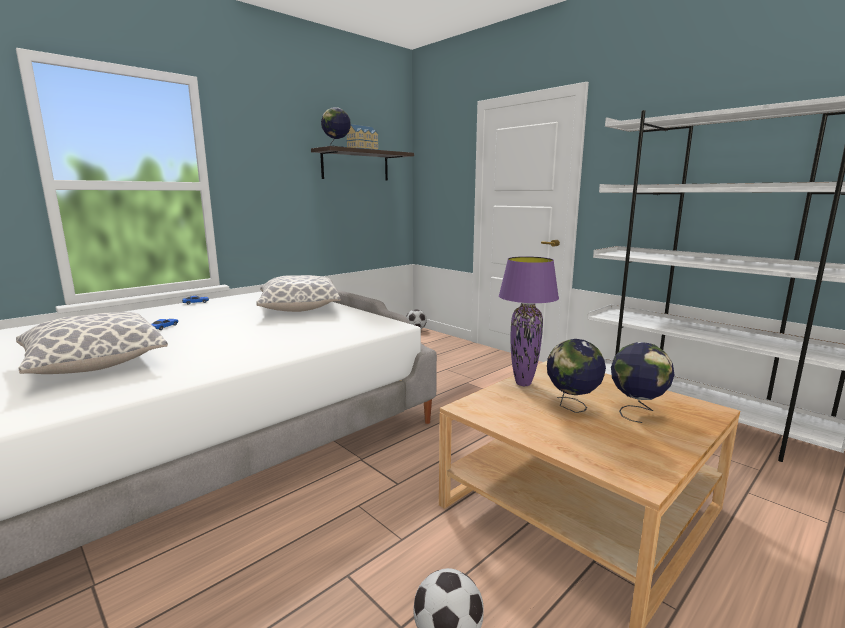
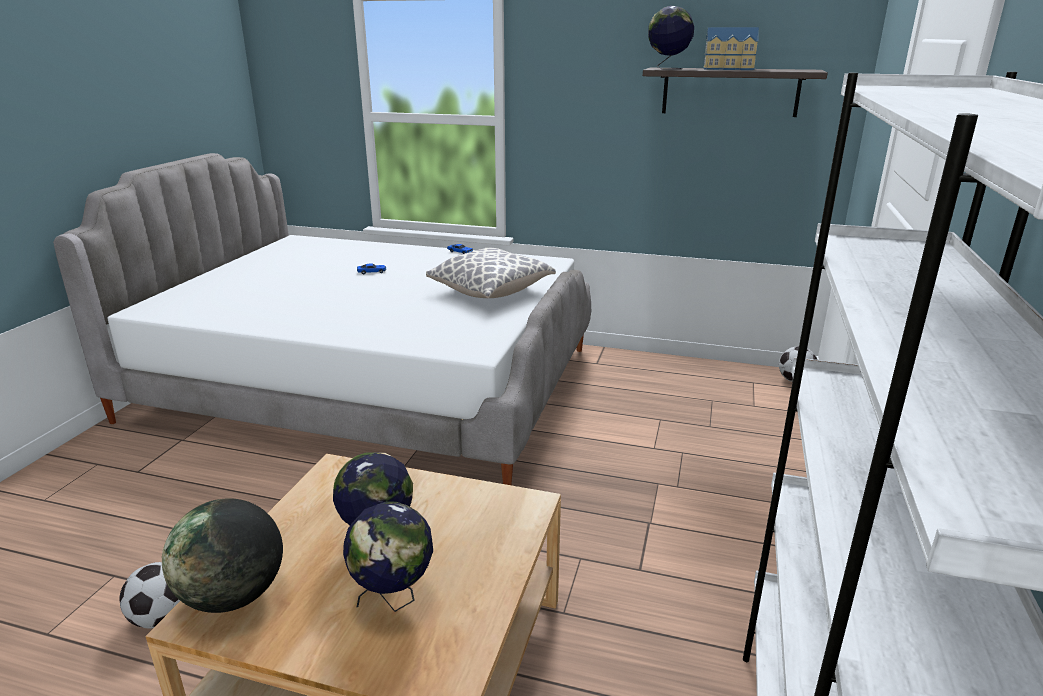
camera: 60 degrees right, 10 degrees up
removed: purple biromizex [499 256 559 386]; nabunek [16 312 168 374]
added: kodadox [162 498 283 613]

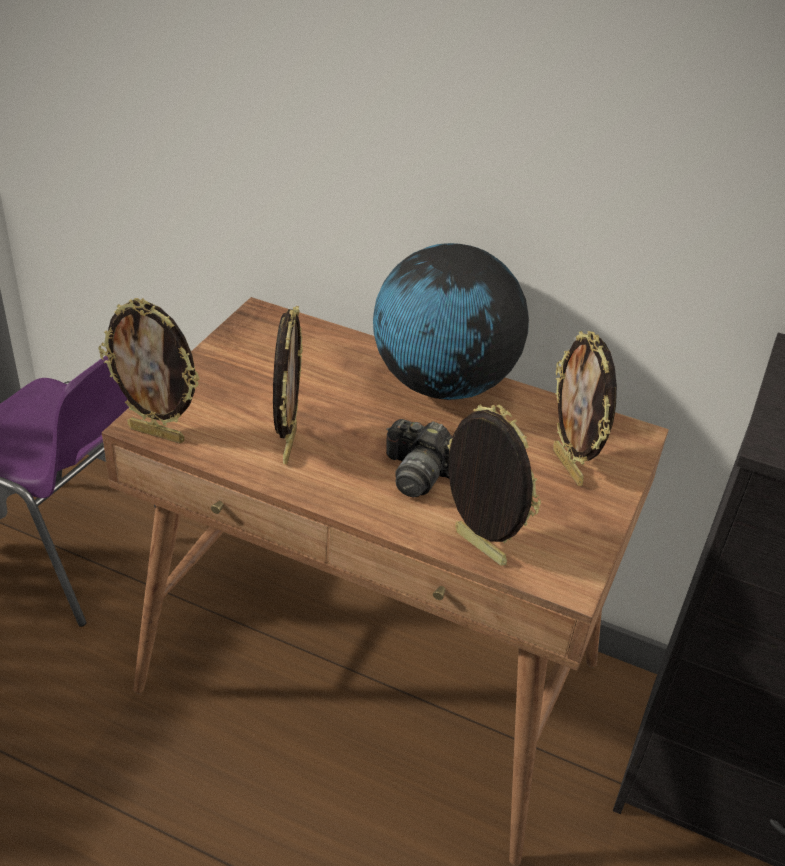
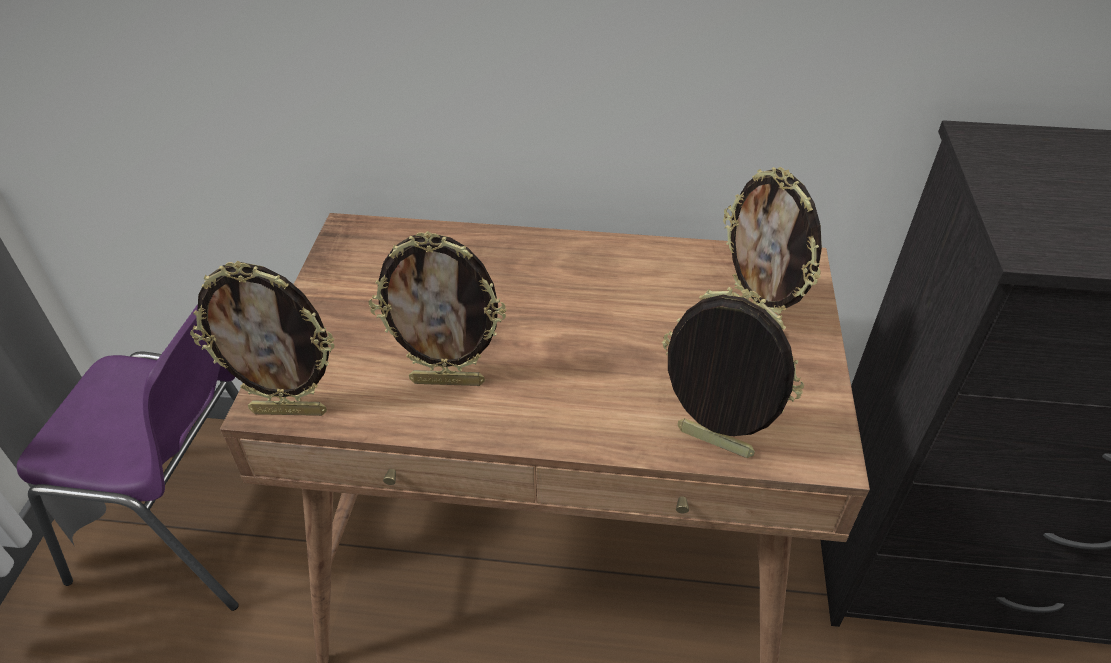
camera: 15 degrees left, 5 degrees up
removed: kodadox [373 243 529 400]; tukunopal [386 419 453 498]
turned: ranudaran [273 306 303 464] = [369 231 506 386] 105 degrees clockwise

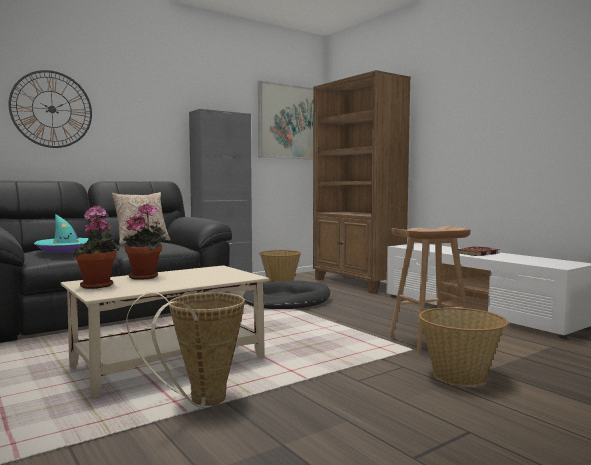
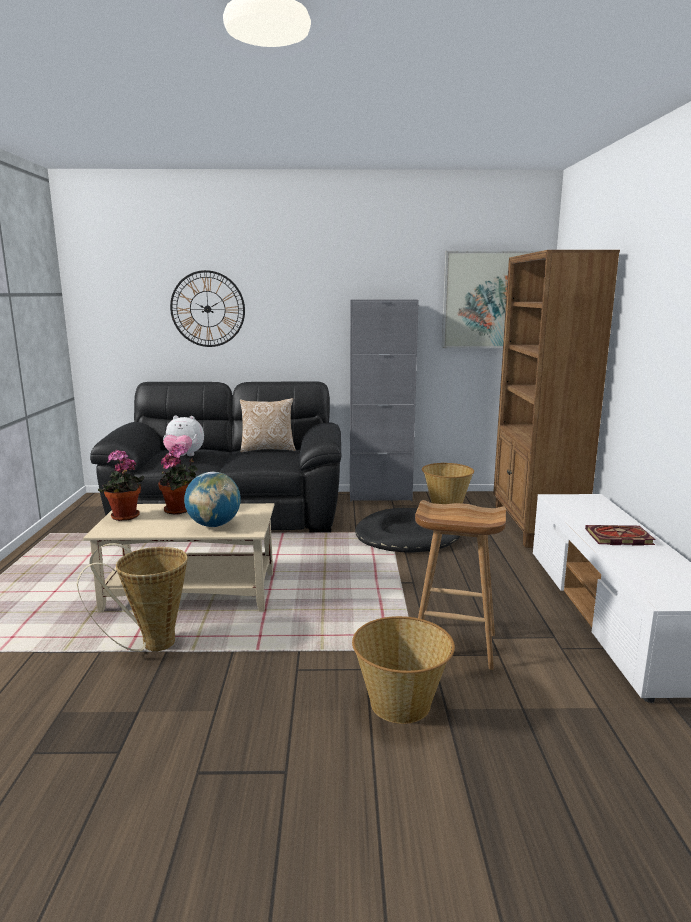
camera: 35 degrees right, 10 degrees up
added: kodadox [184 472 241 527]
replaced: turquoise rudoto [34 214 88 253] to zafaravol [163 415 204 456]

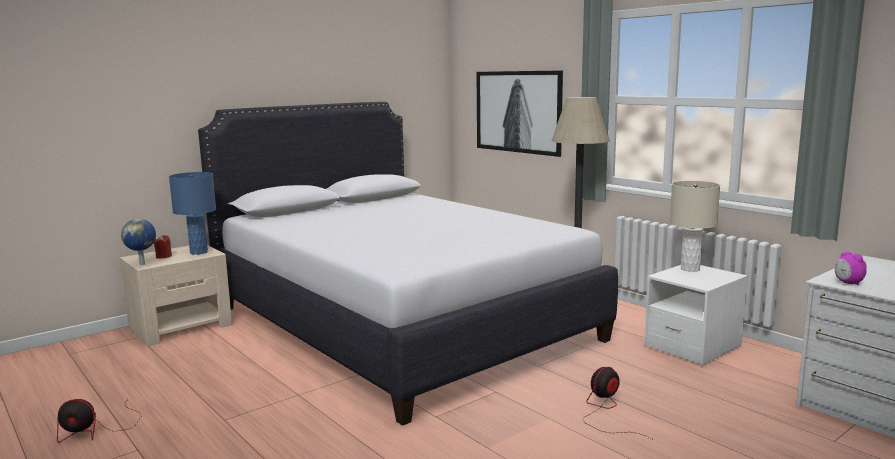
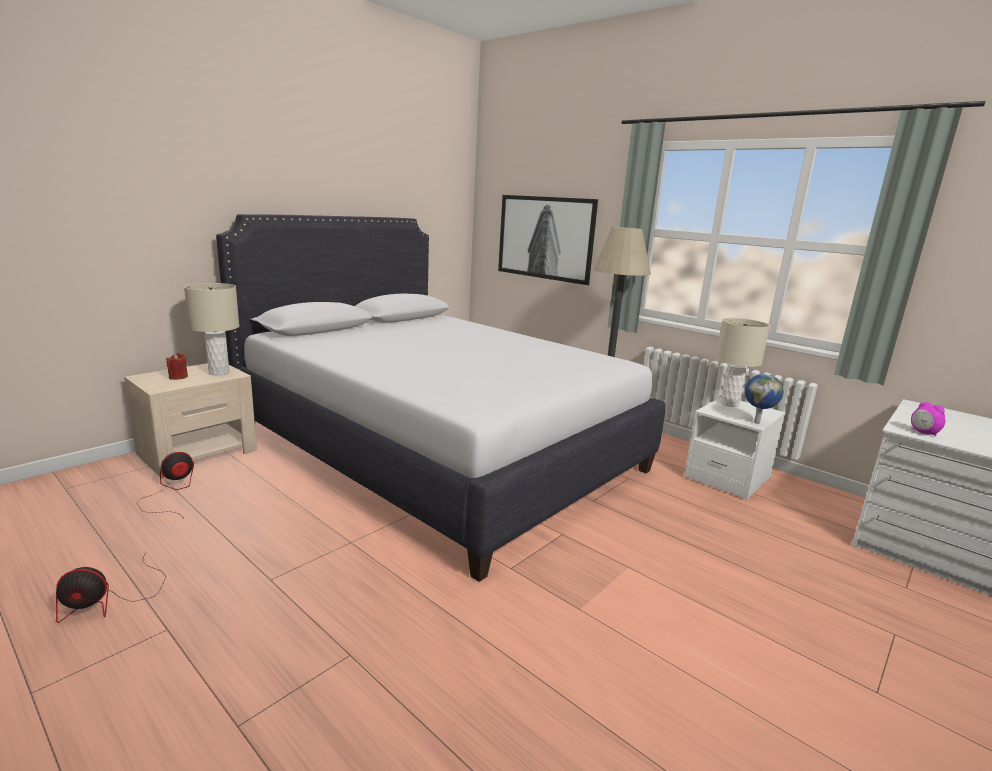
camera: 10 degrees left, 5 degrees up
moved: kodadox [121 219 156 265] to [745 374 783 424]; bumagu [583 367 654 440] to [137 452 194 516]
recoloured: blue biromizex [169 172 216 255] to beige biromizex [184 283 239 375]

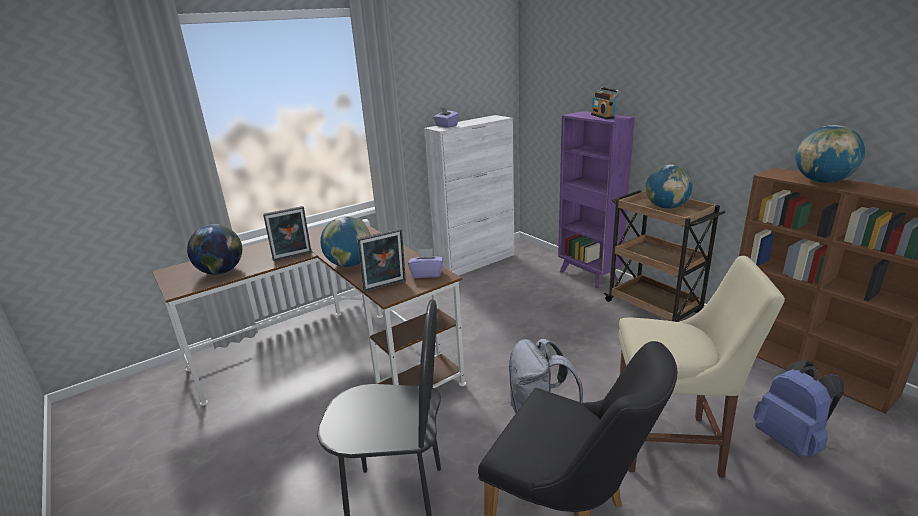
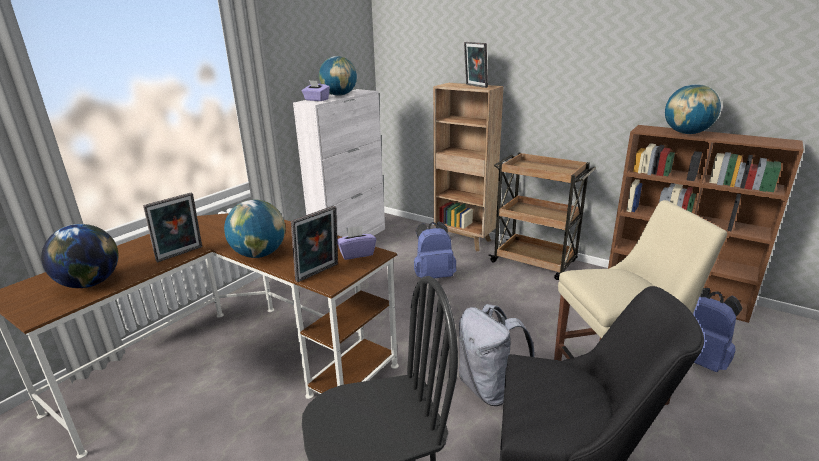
camera: 20 degrees left, 0 degrees up
added: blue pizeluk [414 221 456 278]
moved: kodadox [646 165 693 209] to [319 56 357 96]
replaced: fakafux [591 87 620 119] to ranudaran [464 42 488 88]
recoloured: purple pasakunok [558 111 635 288] to brown pasakunok [433 83 504 251]

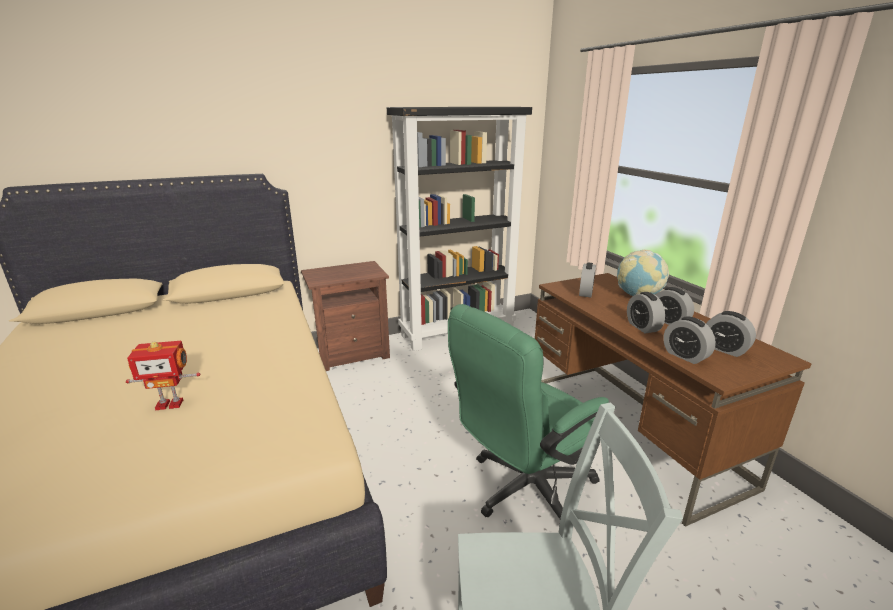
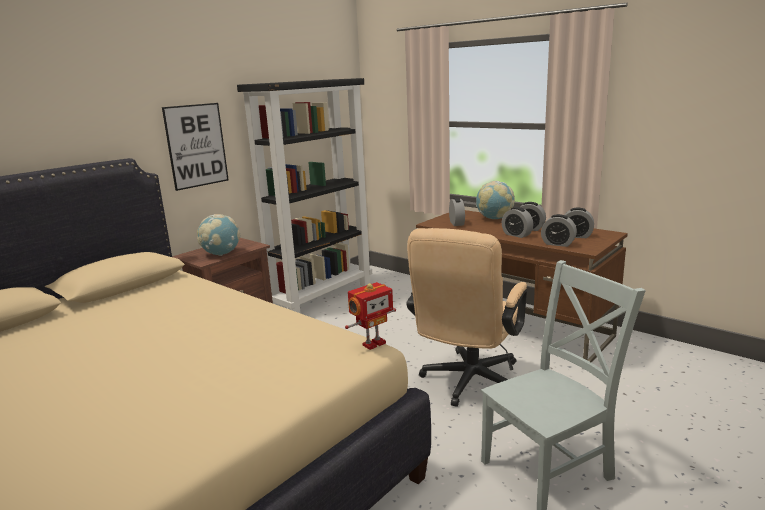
camera: 25 degrees left, 5 degrees down
added: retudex [162 103 229 191]; kodadox [197 214 240 256]
moved: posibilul [126 341 200 410] to [345 282 396 350]
recoloured: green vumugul [448 304 609 526] to beige vumugul [406 228 527 407]

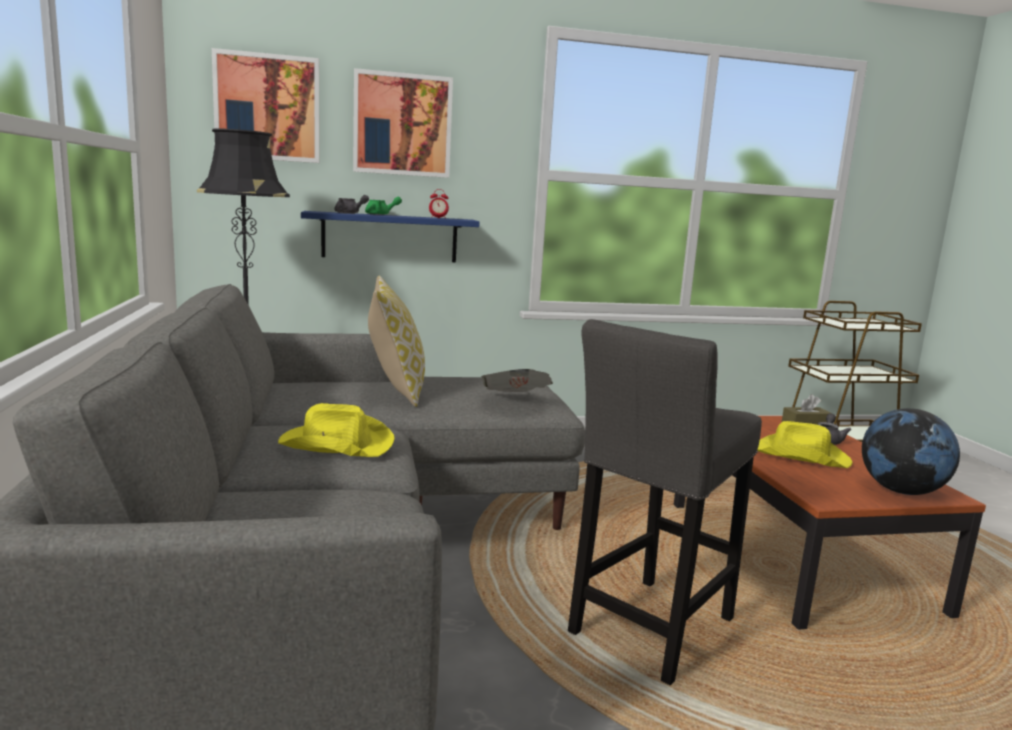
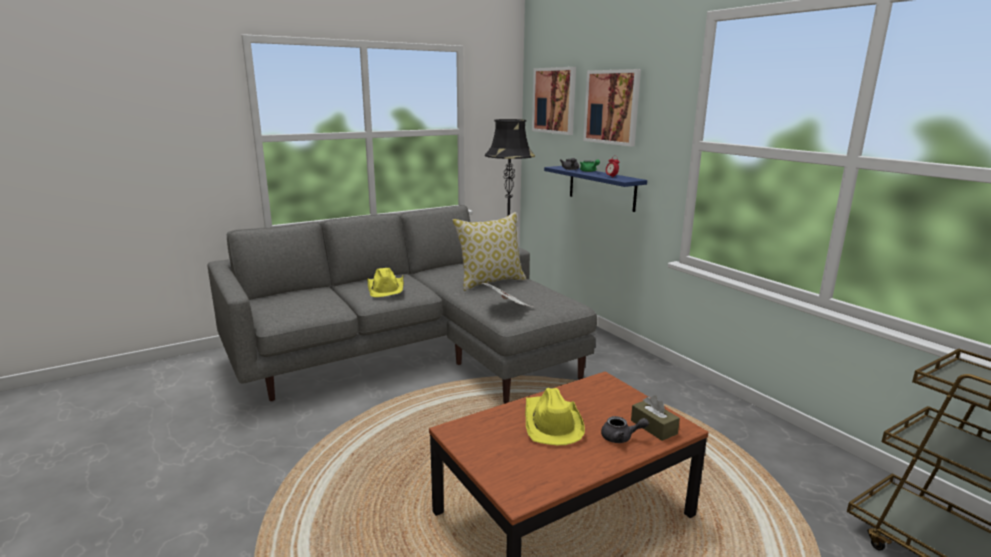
camera: 70 degrees right, 5 degrees up
removed: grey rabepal [568 319 762 685]; kodadox [862 408 960 495]

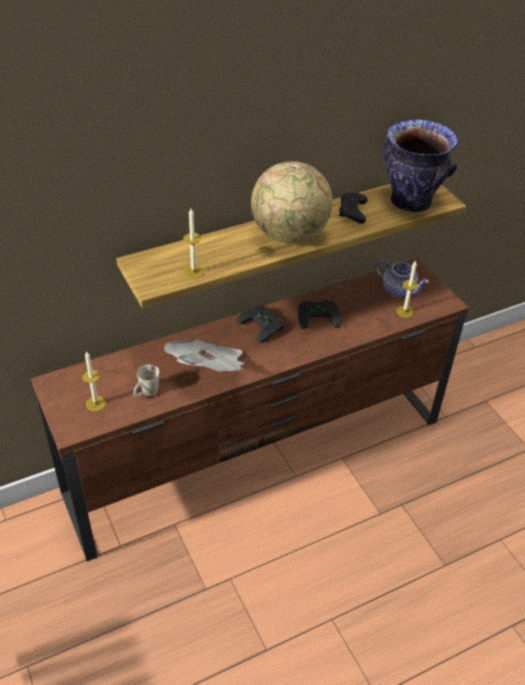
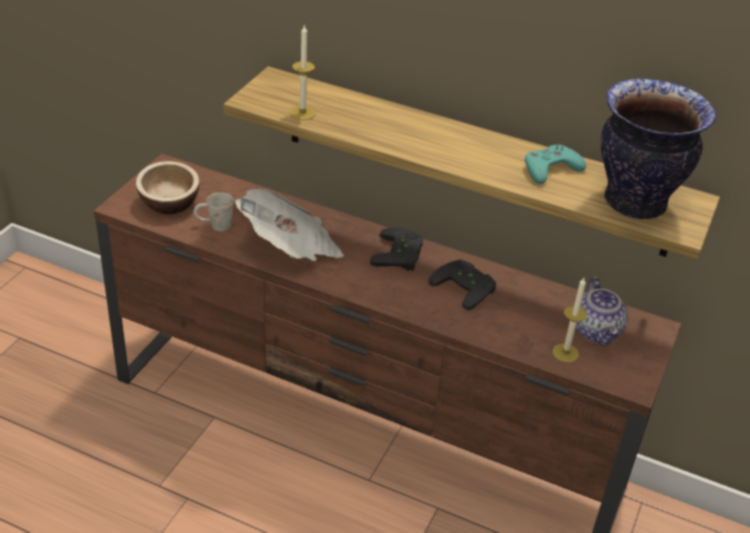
camera: 50 degrees right, 5 degrees down
removed: kodadox [251 161 333 244]
replaced: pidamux [82 351 106 411] to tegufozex [136 161 199 214]
recoloured: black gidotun [339 193 368 224] to turquoise gidotun [525 145 586 184]

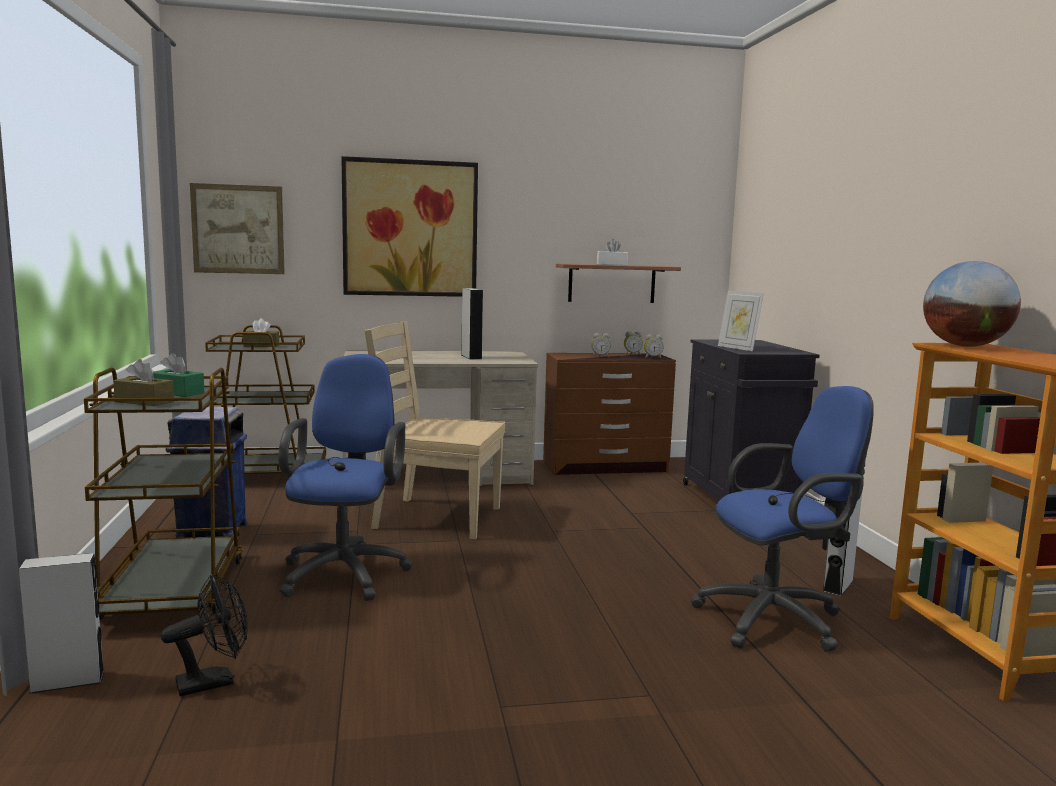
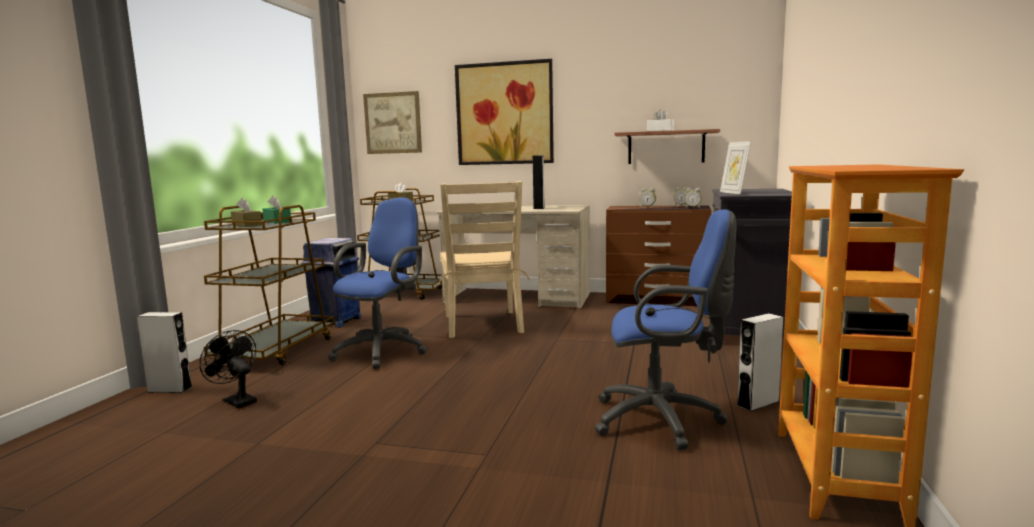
camera: 25 degrees right, 0 degrees up
removed: kodadox [923 261 1021 347]
turned: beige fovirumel [365 321 505 539] = [438 181 530 338] 135 degrees counterclockwise; black bumagu [160 574 248 696] = [199 330 257 409] 135 degrees counterclockwise

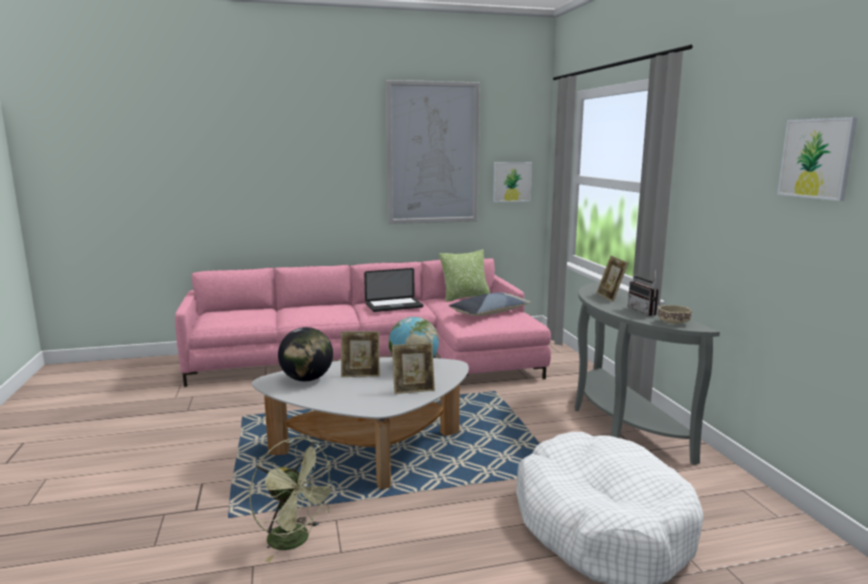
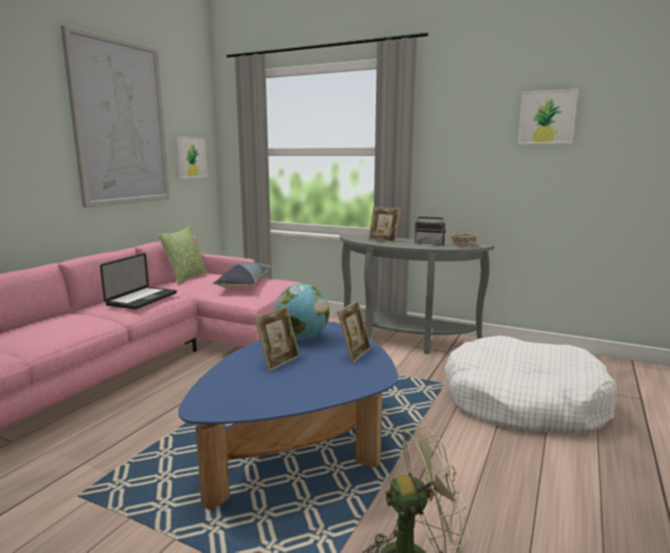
camera: 50 degrees left, 0 degrees up
removed: kodadox [278 327 333 382]
recoloured: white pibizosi [252 357 469 489] to blue pibizosi [178 322 398 510]

